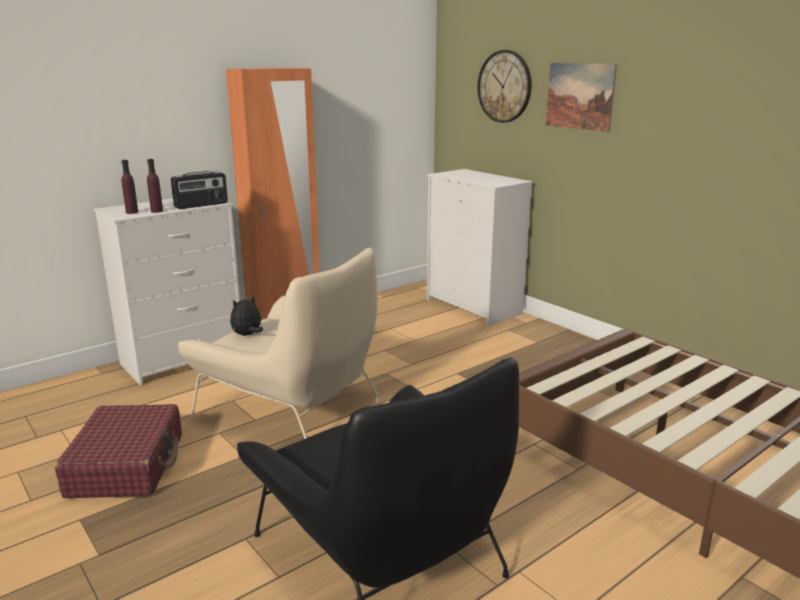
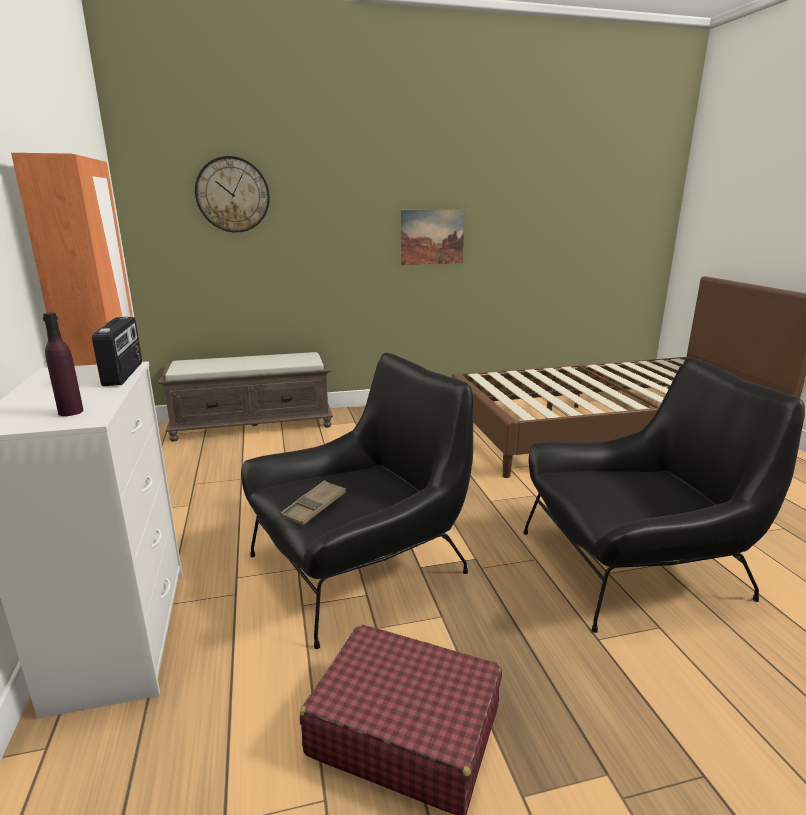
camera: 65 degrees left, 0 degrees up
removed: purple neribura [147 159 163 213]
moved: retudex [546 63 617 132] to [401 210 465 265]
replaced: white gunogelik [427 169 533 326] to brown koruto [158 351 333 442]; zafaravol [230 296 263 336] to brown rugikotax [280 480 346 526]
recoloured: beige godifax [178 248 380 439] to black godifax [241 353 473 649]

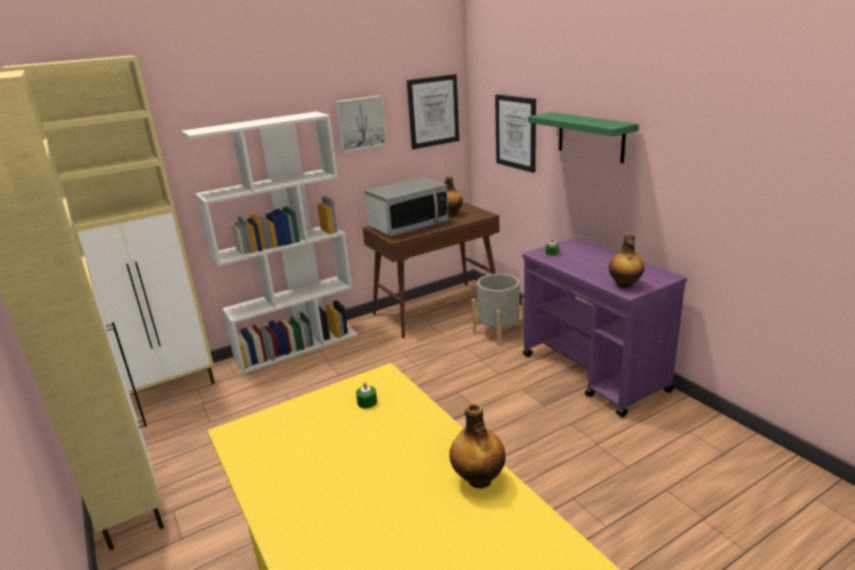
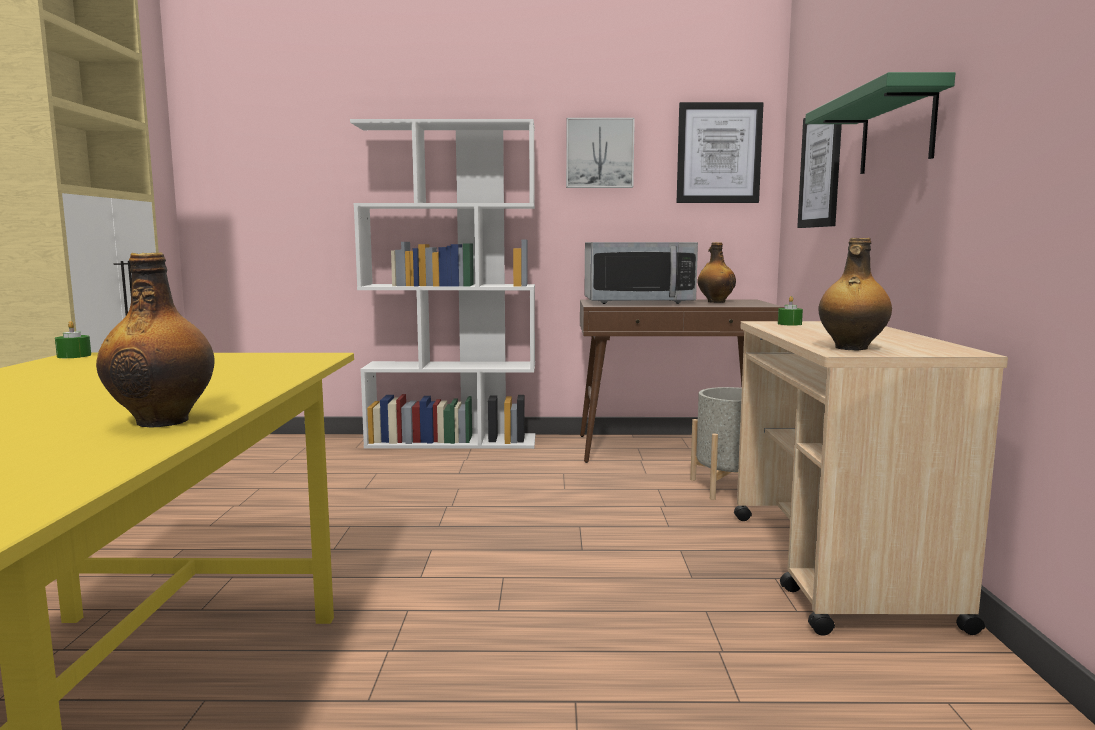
camera: 30 degrees right, 15 degrees down
removed: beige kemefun [2 56 215 393]
moved: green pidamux [356 382 377 408] to [55 321 91 358]
recoloured: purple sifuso [522 237 687 418] to beige sifuso [734 321 1008 636]

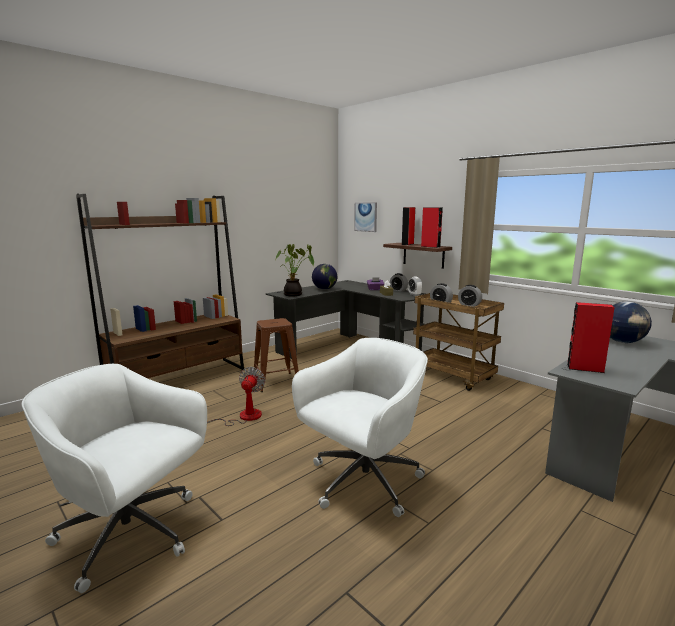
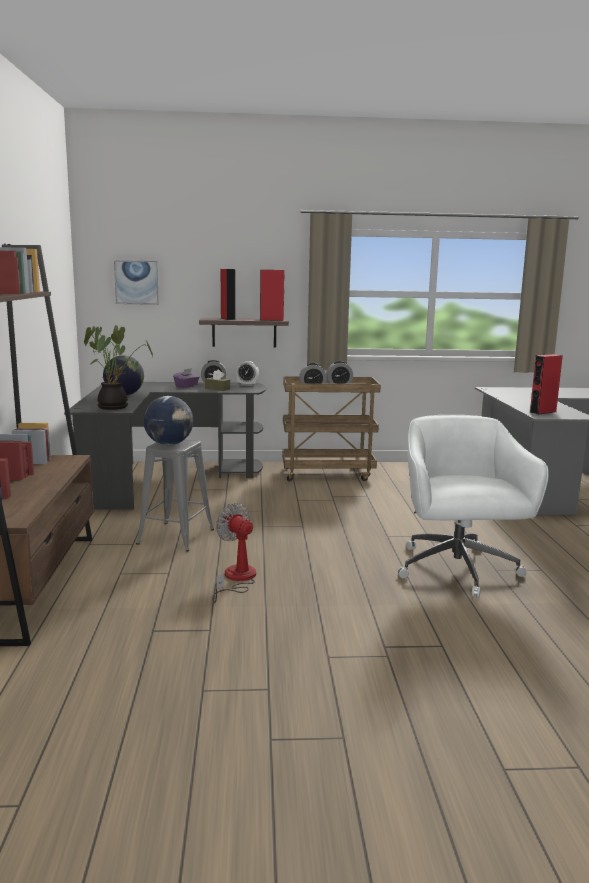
camera: 50 degrees left, 0 degrees up
removed: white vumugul [22 364 207 593]
moved: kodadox [610 301 652 343] to [143 396 193 445]
recoloured: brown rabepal [254 318 299 392] to grey rabepal [136 440 214 552]

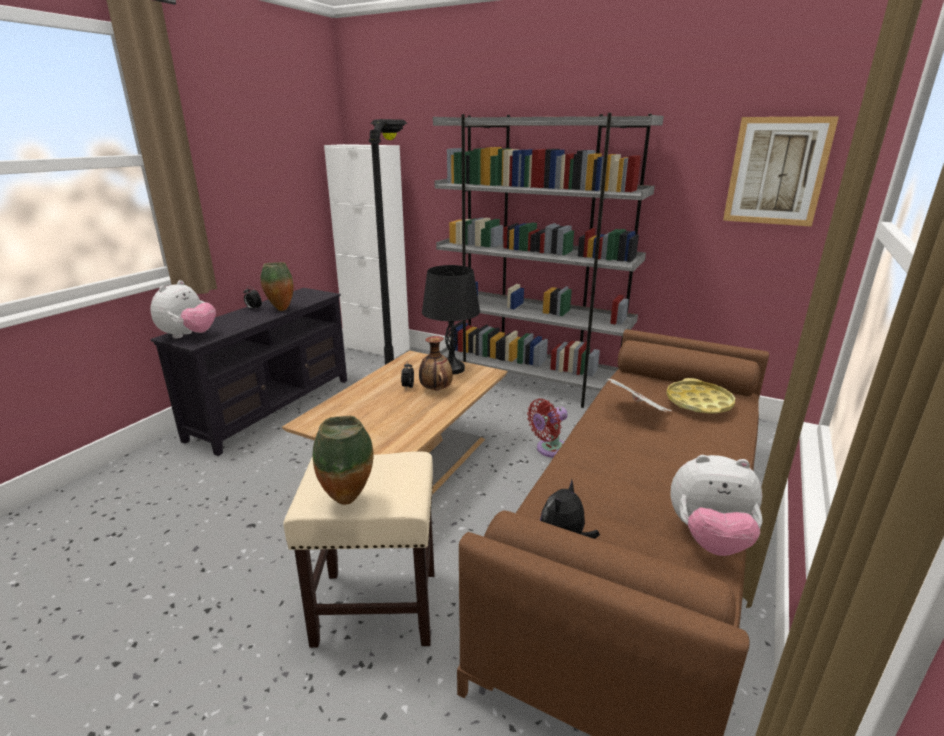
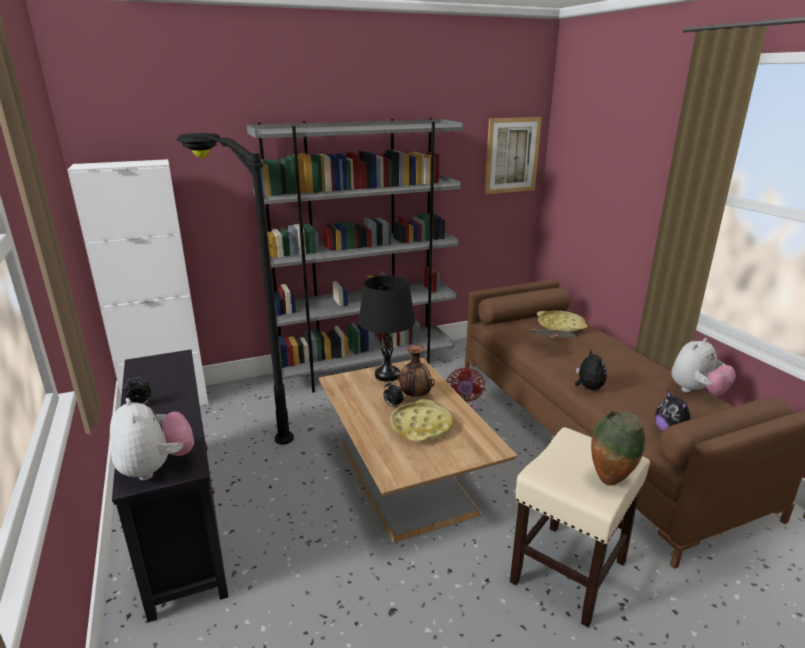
camera: 50 degrees left, 0 degrees up
removed: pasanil [260 262 294 311]
added: zafaravol [575 349 607 390]; yellow rugikotax [390 399 453 442]

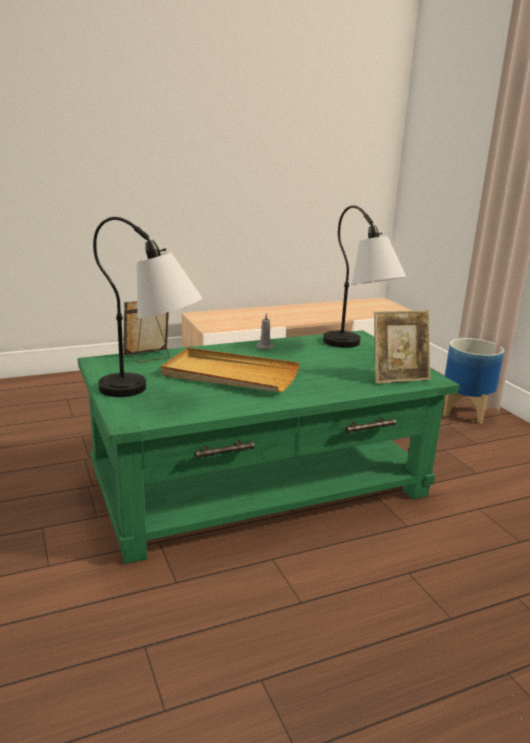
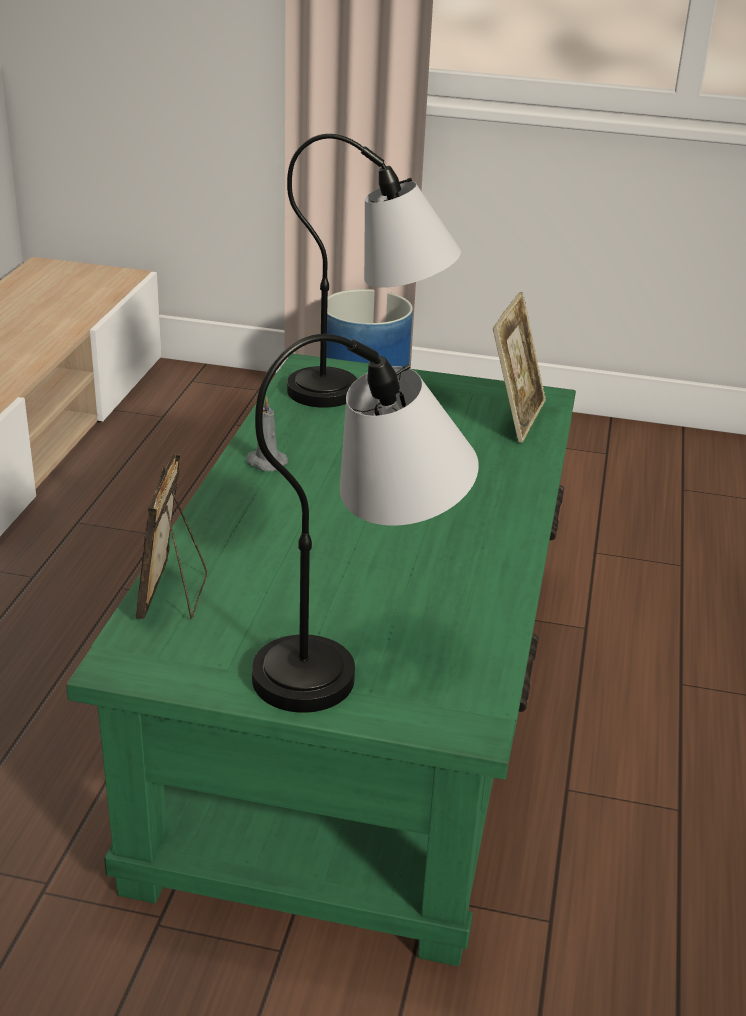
camera: 55 degrees left, 10 degrees up
removed: beige rugikotax [161 348 300 392]

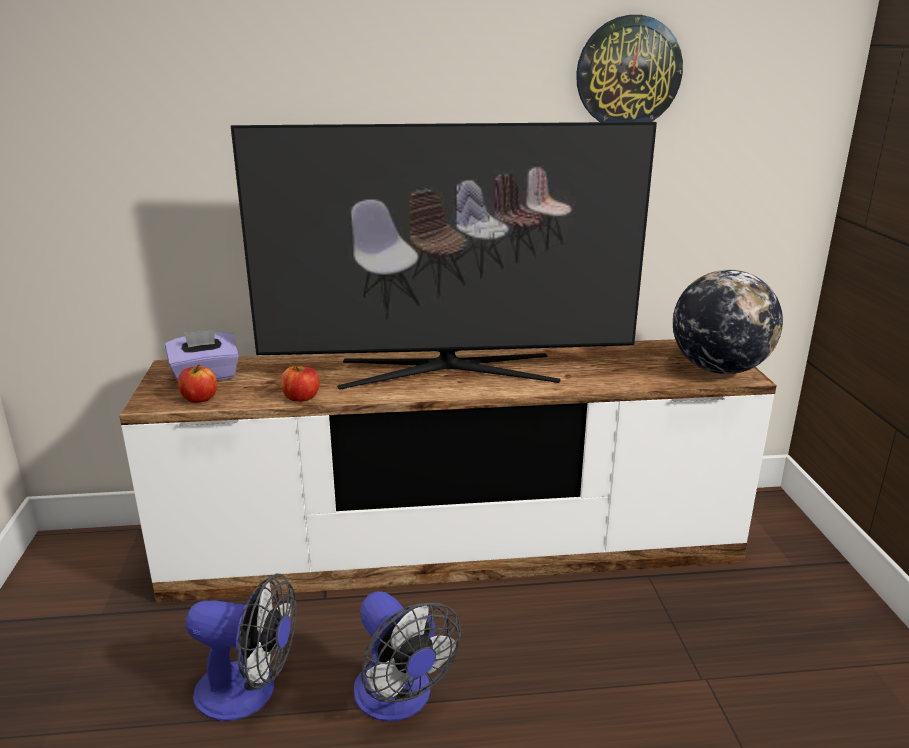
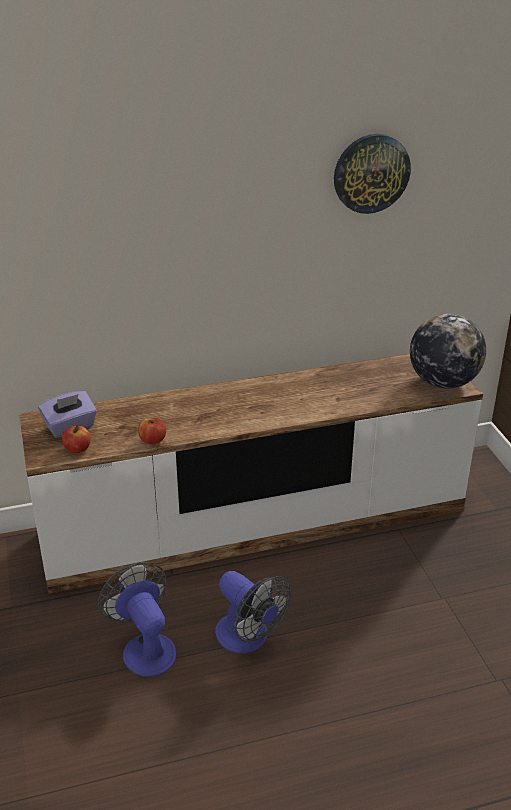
camera: 10 degrees left, 10 degrees up
removed: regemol [231 122 657 390]
turned: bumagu [186 573 297 721] = [98 562 176 677] 120 degrees counterclockwise

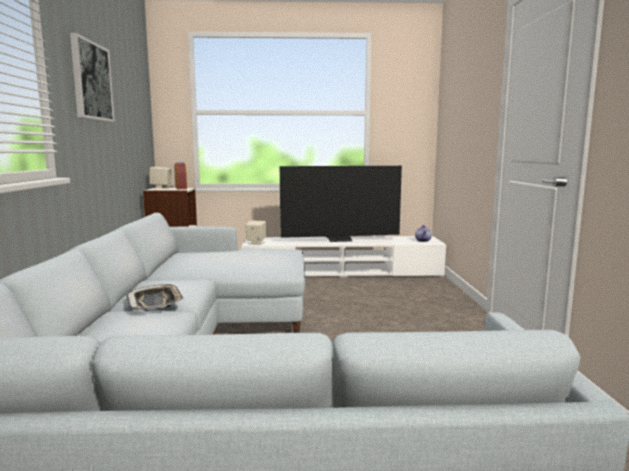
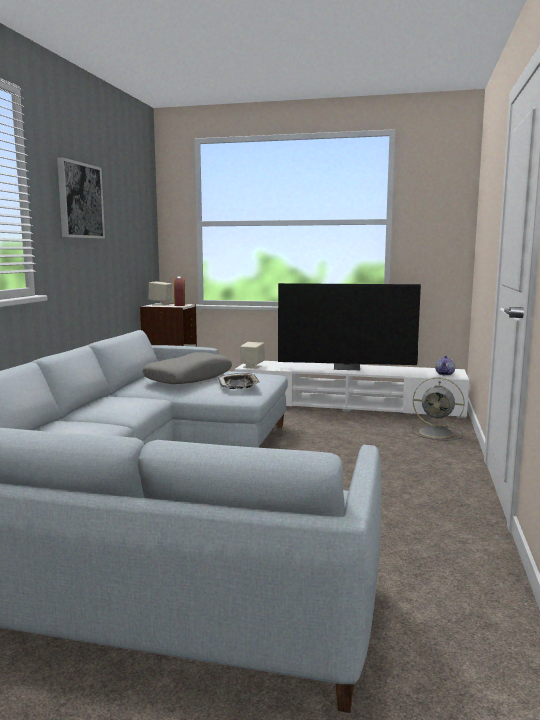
camera: 15 degrees right, 0 degrees up
added: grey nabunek [143 352 232 384]; grey bumagu [411 377 465 441]
moved: rugikotax [126 284 184 311] to [218 373 260 389]

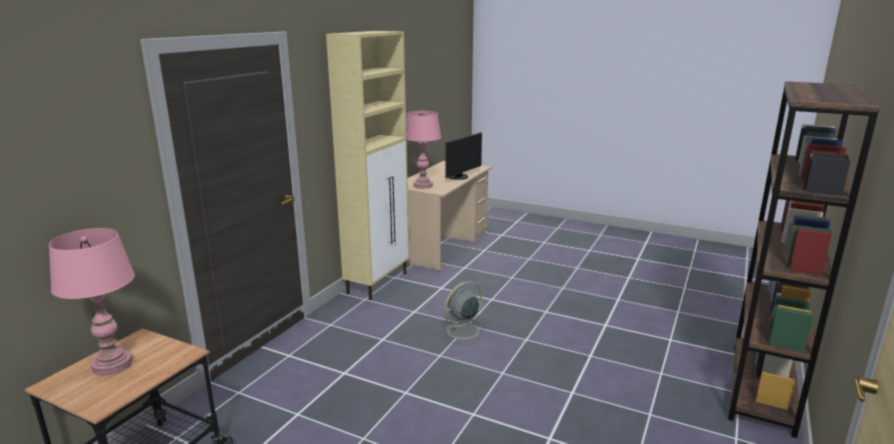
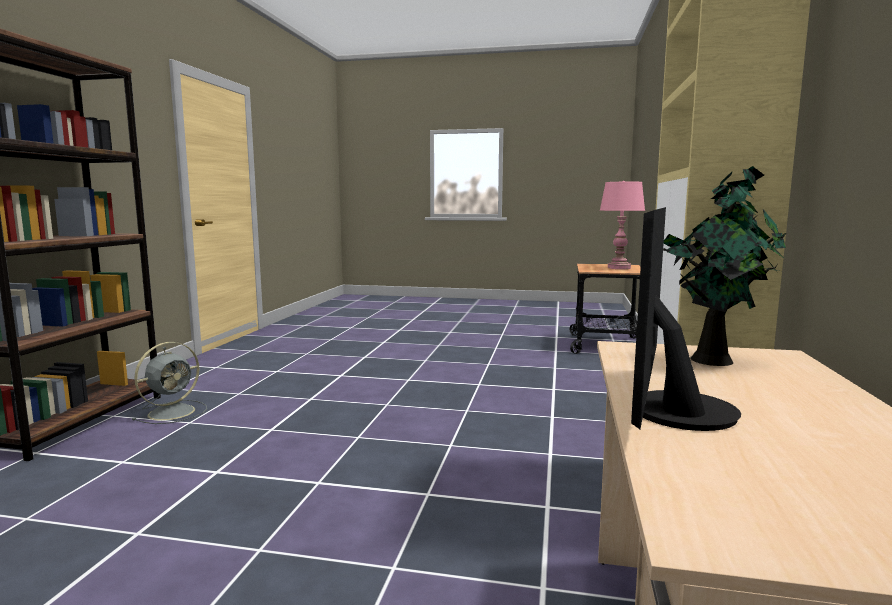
camera: 165 degrees right, 10 degrees down
moved: grey bumagu [439 281 487 345] to [132 342 207 424]
replaced: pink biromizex [406 111 442 189] to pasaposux [664 166 786 366]

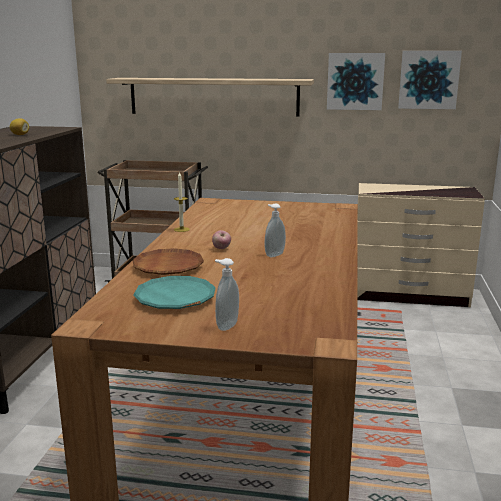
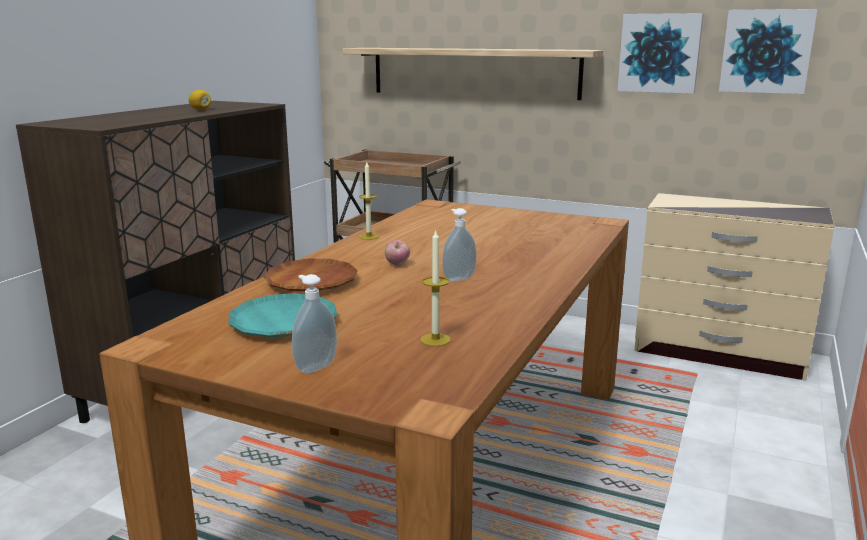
camera: 15 degrees right, 0 degrees up
added: pidamux [420 231 451 346]

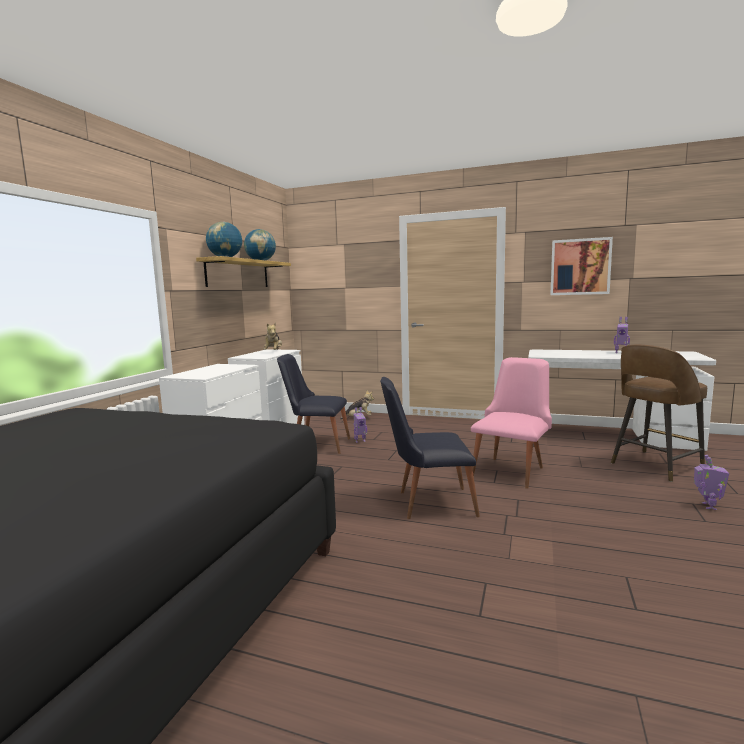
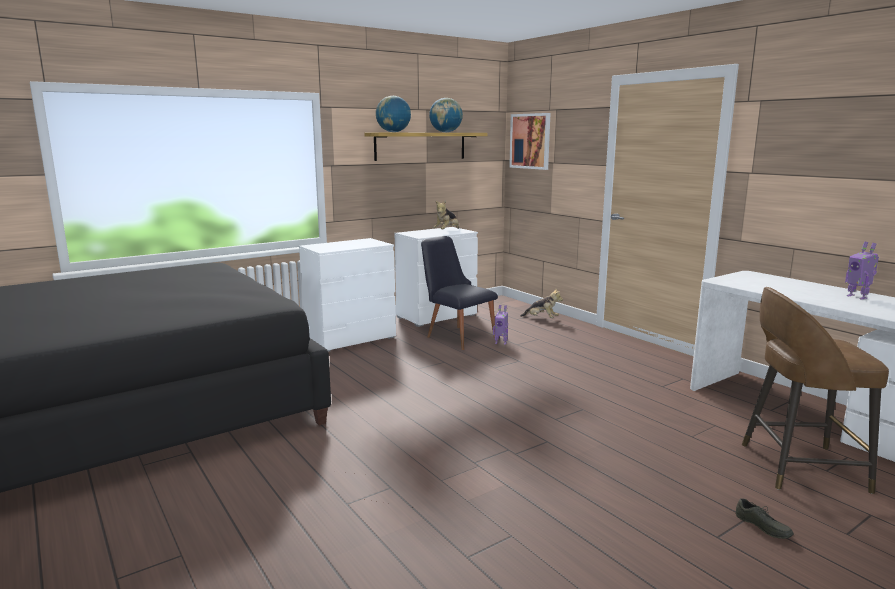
camera: 35 degrees right, 5 degrees up
removed: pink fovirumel [471 357 552 489]; black fovirumel [380 377 480 519]
moved: retudex [550 237 613 295] to [509 113 550 170]
replaced: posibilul [694 455 729 510] to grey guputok [736 498 794 539]

